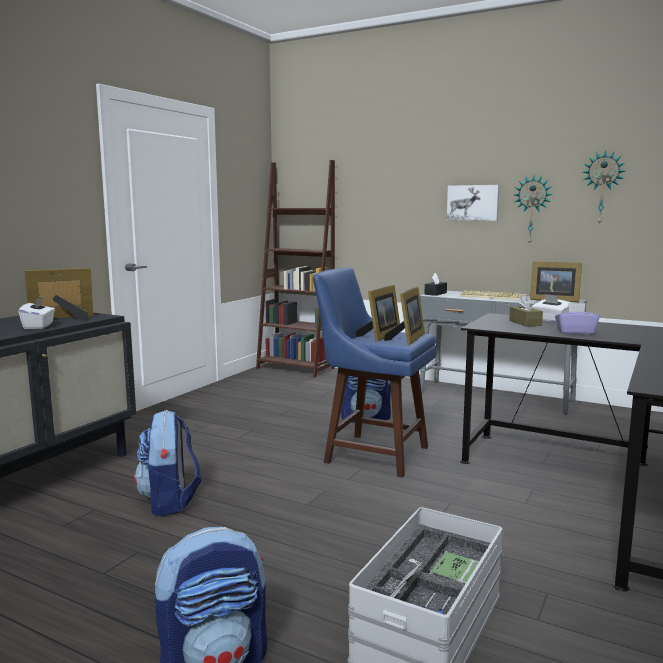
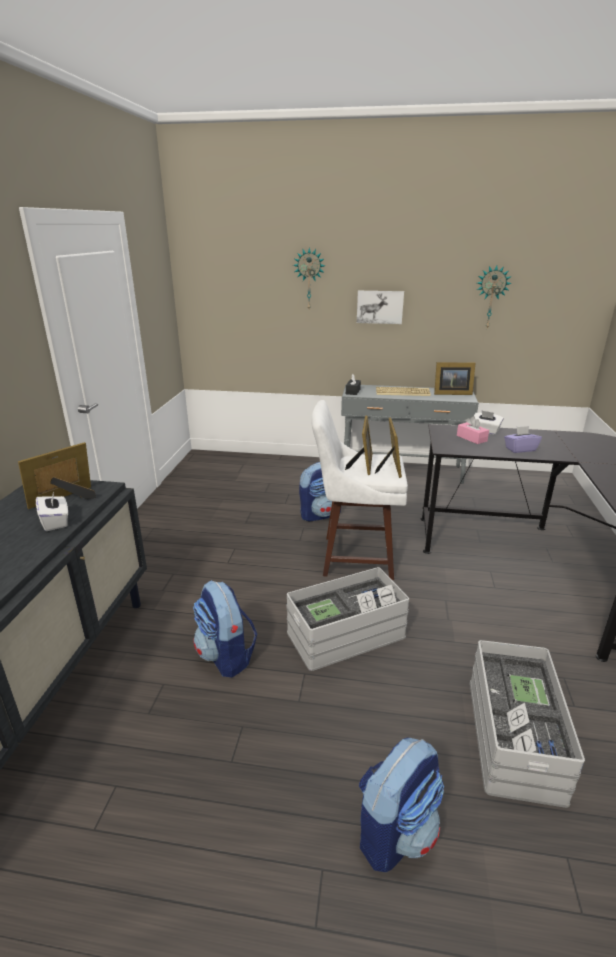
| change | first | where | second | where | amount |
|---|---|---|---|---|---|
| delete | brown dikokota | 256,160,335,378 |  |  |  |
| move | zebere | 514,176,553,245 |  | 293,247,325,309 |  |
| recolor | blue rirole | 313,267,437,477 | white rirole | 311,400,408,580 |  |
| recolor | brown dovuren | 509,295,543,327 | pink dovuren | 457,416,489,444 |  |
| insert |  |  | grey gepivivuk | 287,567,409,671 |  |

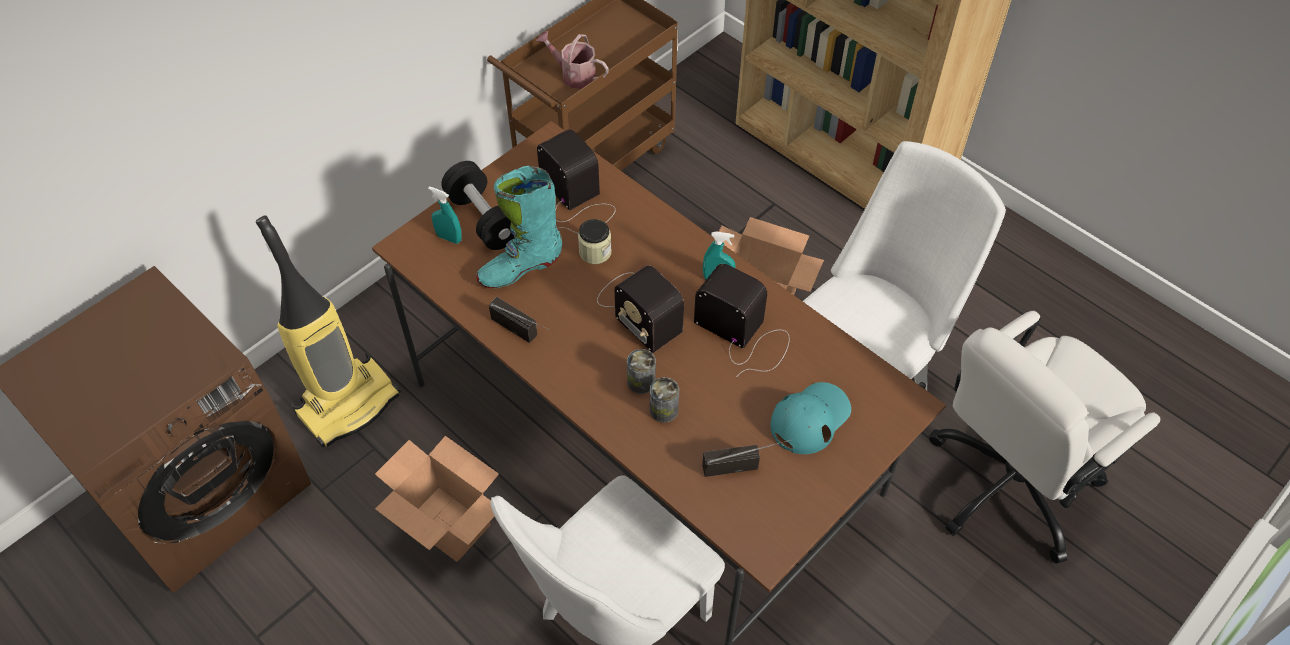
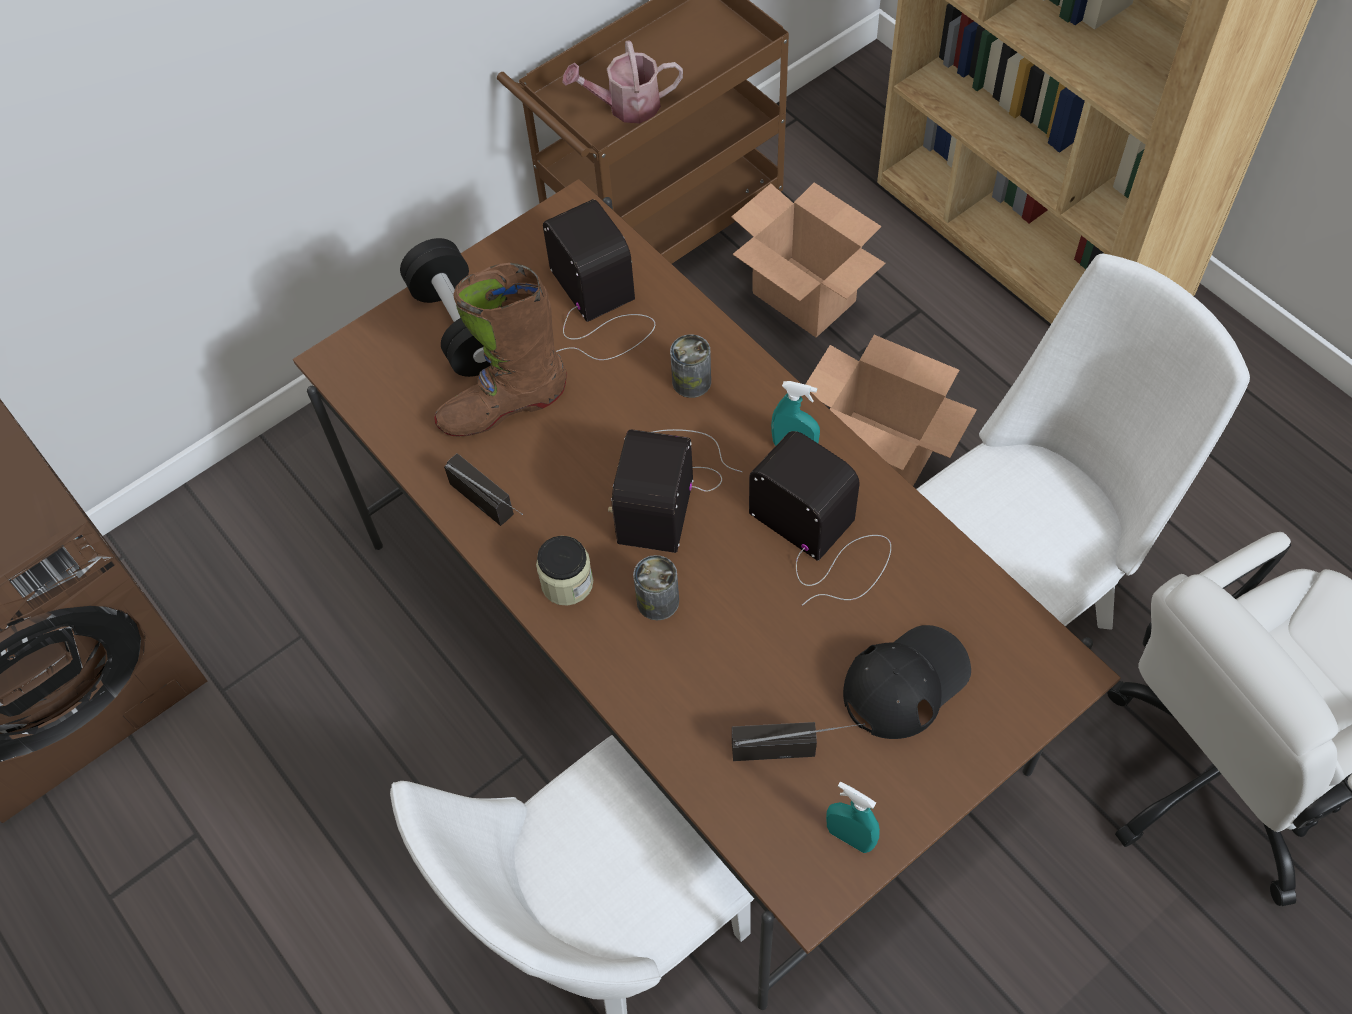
| change | first | where | second | where | amount |
|---|---|---|---|---|---|
| rotate | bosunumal | 536,31,609,89 |  | 562,40,683,123 | 45 degrees counterclockwise |
| recolor | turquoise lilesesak | 477,166,562,288 | brown lilesesak | 434,263,567,437 |  |
| move | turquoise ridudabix | 428,186,462,244 |  | 826,781,880,853 |  |
| delete | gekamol | 256,215,401,447 |  |  |  |
| move | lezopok | 578,219,612,264 |  | 536,536,593,606 |  |
| rotate | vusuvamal | 597,265,684,353 |  | 608,429,743,553 | 45 degrees clockwise |
| move | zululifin | 650,377,679,423 |  | 670,334,711,398 |  |
| recolor | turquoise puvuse | 770,382,851,454 | black puvuse | 843,625,971,739 |  |
| move | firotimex | 375,436,499,562 |  | 732,182,886,337 |  |

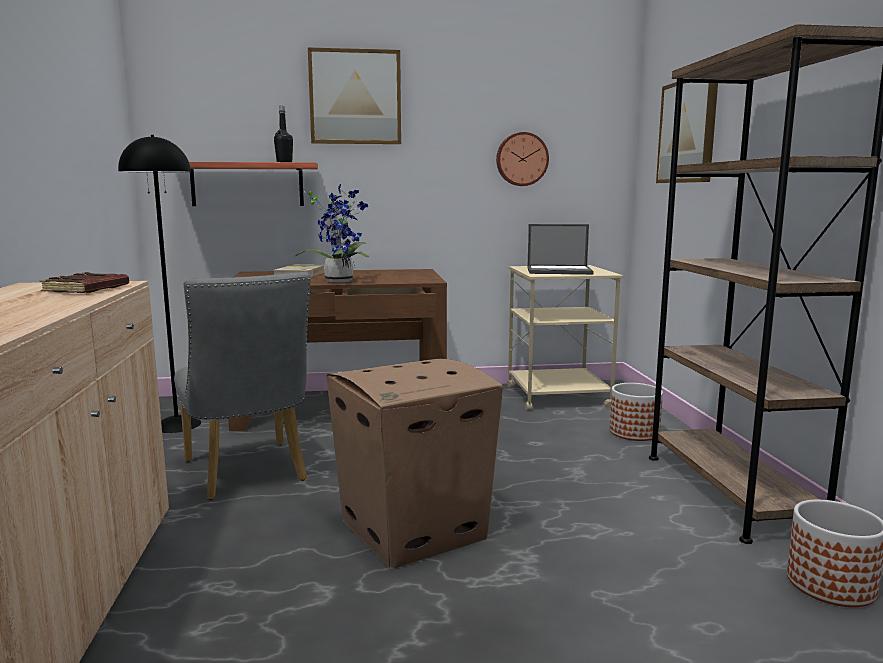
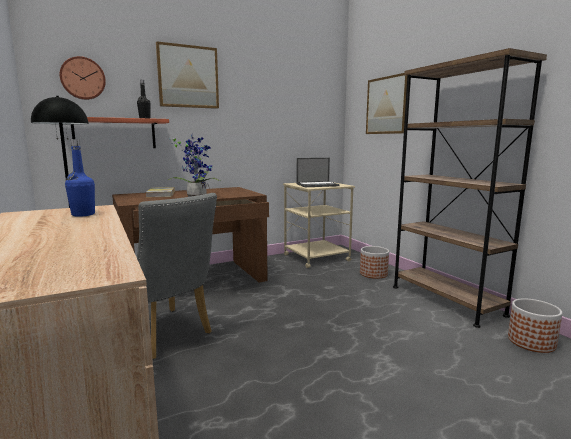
| change | first | where | second | where | amount |
|---|---|---|---|---|---|
| move | zebere | 496,132,549,186 |  | 60,56,106,100 |  |
| replace | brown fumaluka | 40,272,129,293 | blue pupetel | 65,139,95,217 |  |
| delete | firotimex | 326,359,503,569 |  |  |  |

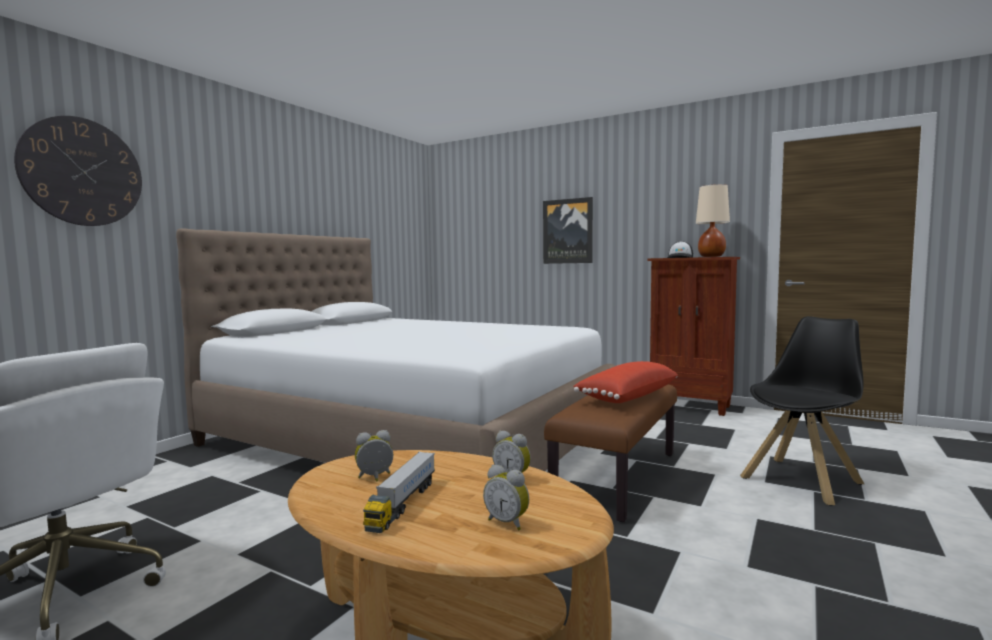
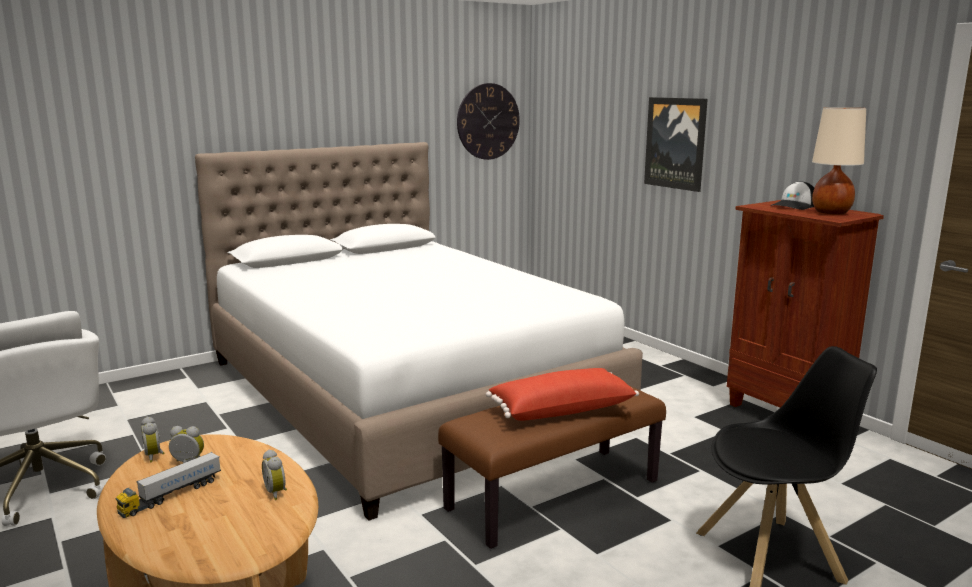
| change | first | where | second | where | amount |
|---|---|---|---|---|---|
| move | zebere | 14,116,142,226 |  | 457,83,520,160 |  |
| move | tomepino | 483,465,529,531 |  | 141,417,165,462 |  |

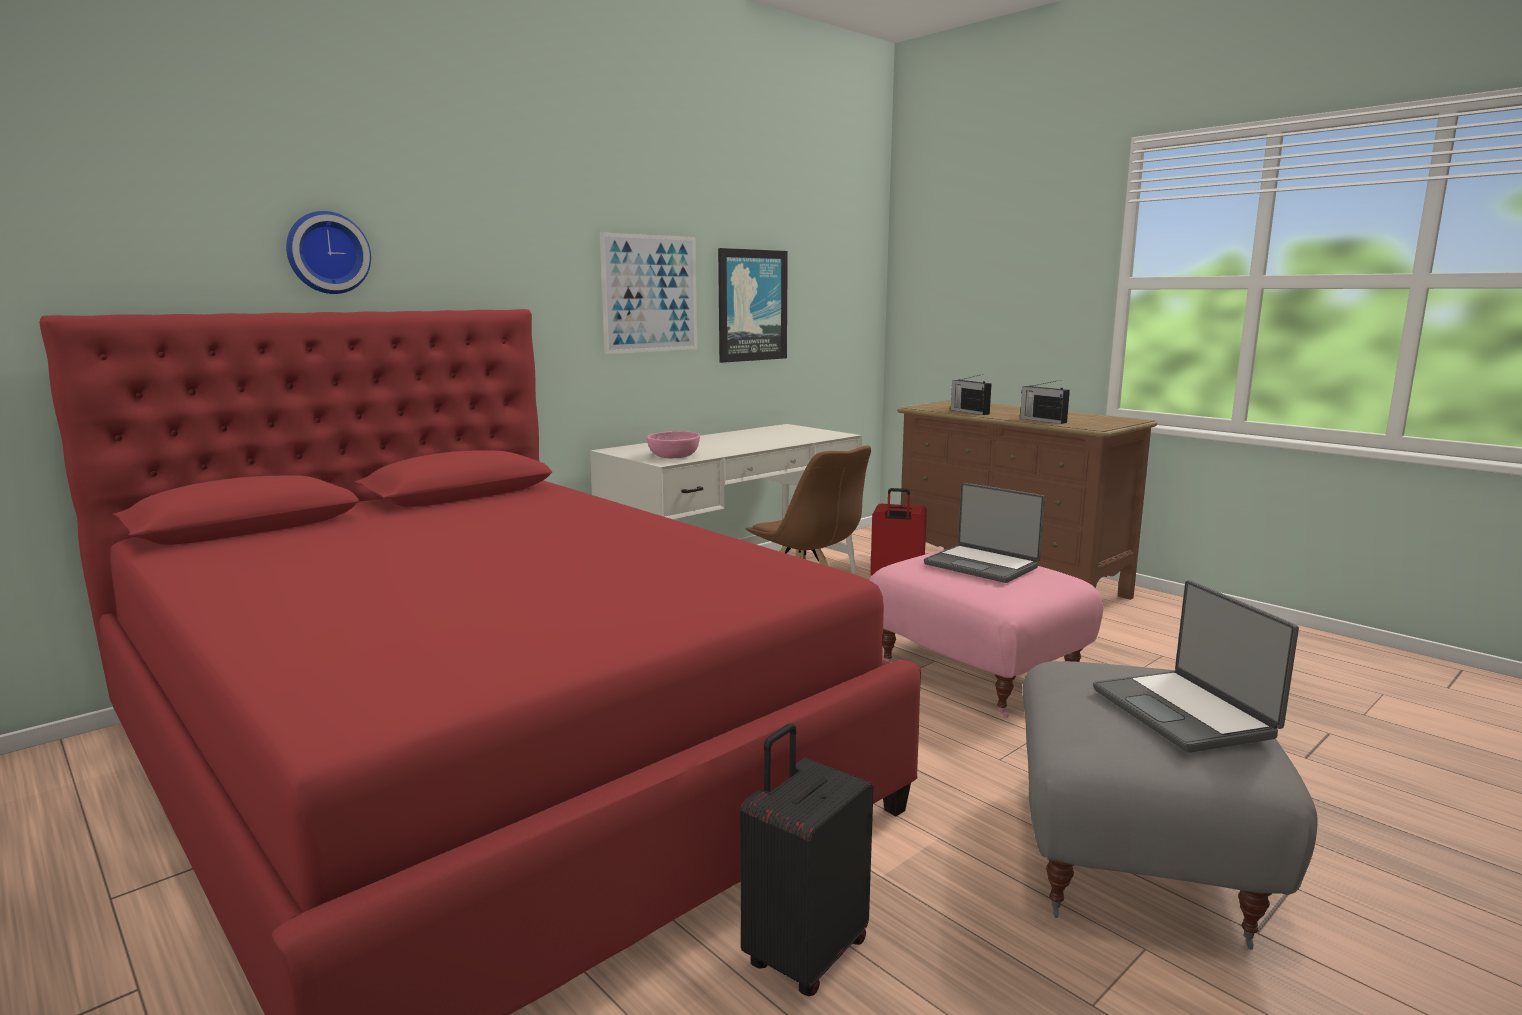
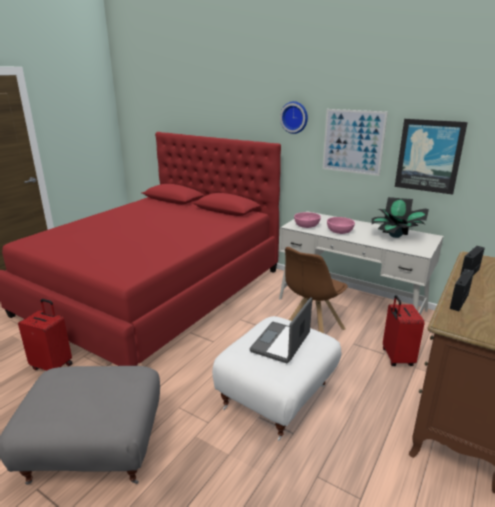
| change | first | where | second | where | amount |
|---|---|---|---|---|---|
| move | zebere | 286,211,371,294 |  | 280,101,308,134 |  |
| recolor | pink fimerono | 869,549,1103,718 | white fimerono | 212,316,341,441 |  |
| delete | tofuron | 1093,580,1299,753 |  |  |  |
| recolor | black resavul | 740,723,874,996 | red resavul | 18,299,73,371 |  |
| insert |  |  | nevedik | 372,197,429,238 |  |
| insert |  |  | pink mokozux | 327,217,355,234 |  |

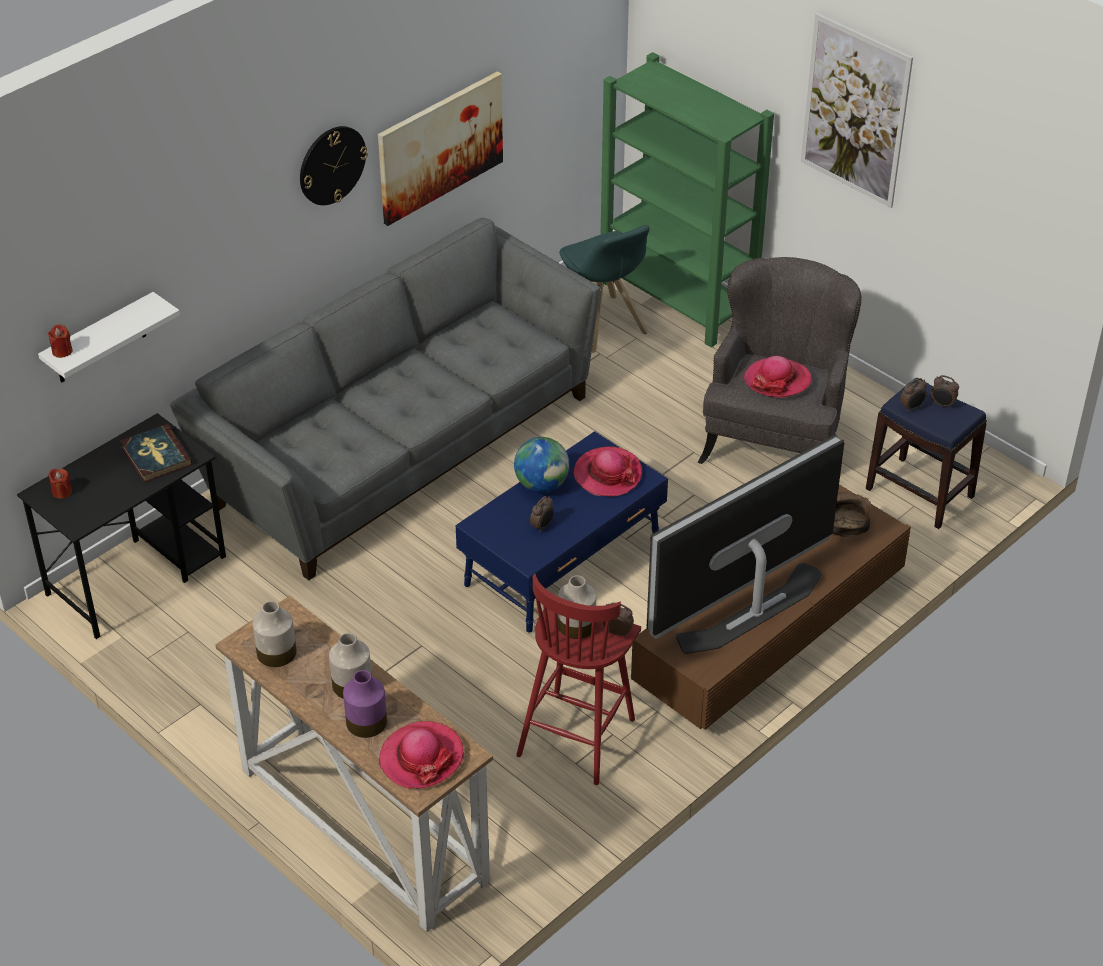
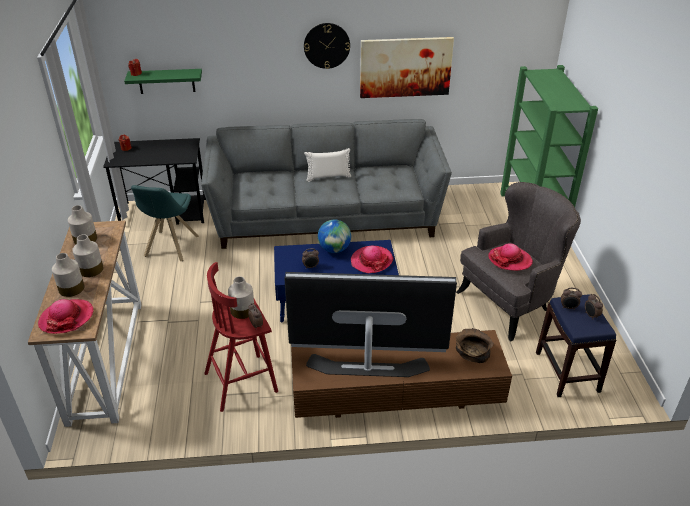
| change | first | where | second | where | amount |
|---|---|---|---|---|---|
| delete | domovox | 801,13,913,208 |  |  |  |
| move | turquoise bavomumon | 559,225,650,353 |  | 131,185,199,261 |  |
| recolor | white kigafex | 38,292,180,383 | green kigafex | 124,69,202,94 |  |
| delete | fumaluka | 120,424,192,483 |  |  |  |
| recolor | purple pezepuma | 343,670,387,738 | beige pezepuma | 52,253,85,297 |  |
| insert |  |  | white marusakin | 304,148,351,182 |  |

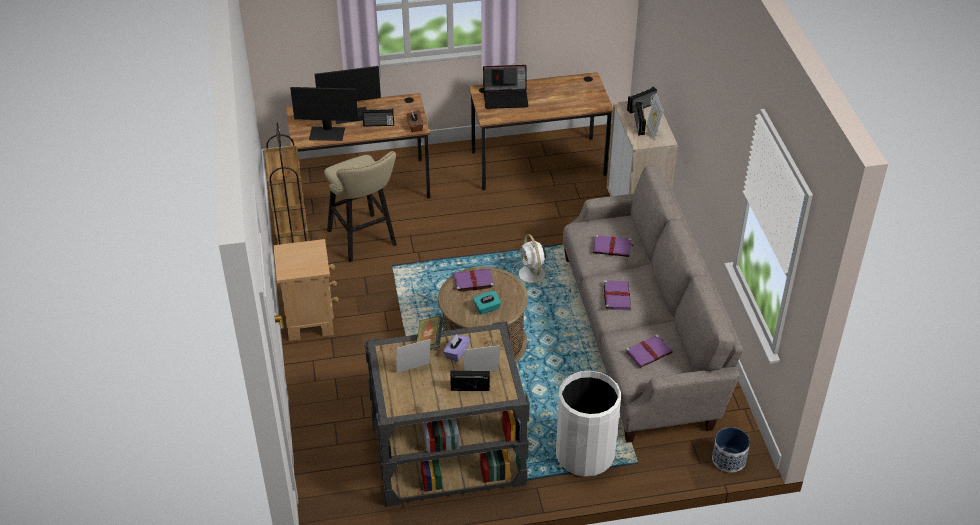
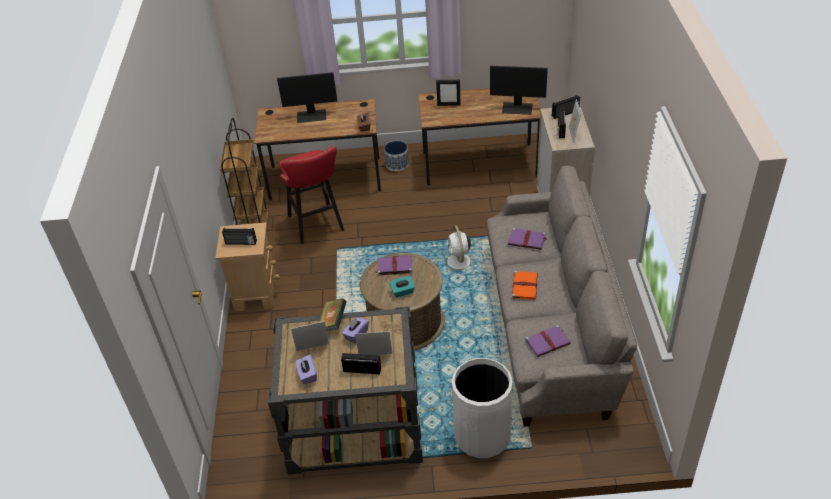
| change | first | where | second | where | amount |
|---|---|---|---|---|---|
| replace | tofuron | 483,65,528,109 | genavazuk | 436,80,461,106 |  |
| move | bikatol | 290,87,358,141 |  | 490,66,548,115 |  |
| move | vusuvamal | 362,108,394,127 |  | 222,228,257,245 |  |
| recolor | beige rirole | 324,151,397,262 | red rirole | 279,146,344,244 |  |
| recolor | purple fumaluka | 604,280,631,310 | orange fumaluka | 512,271,538,300 |  |
| move | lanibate | 712,427,750,473 |  | 384,141,409,171 |  |
| insert |  |  | purple dovuren | 296,354,317,384 |  |

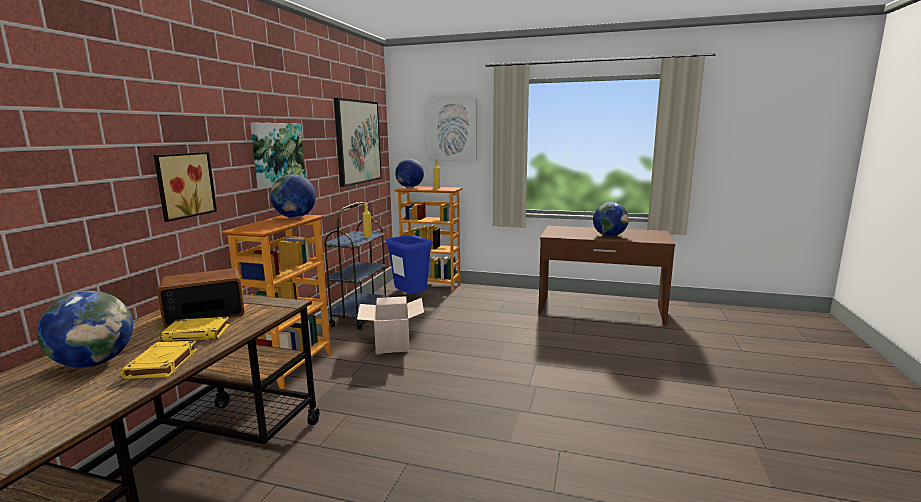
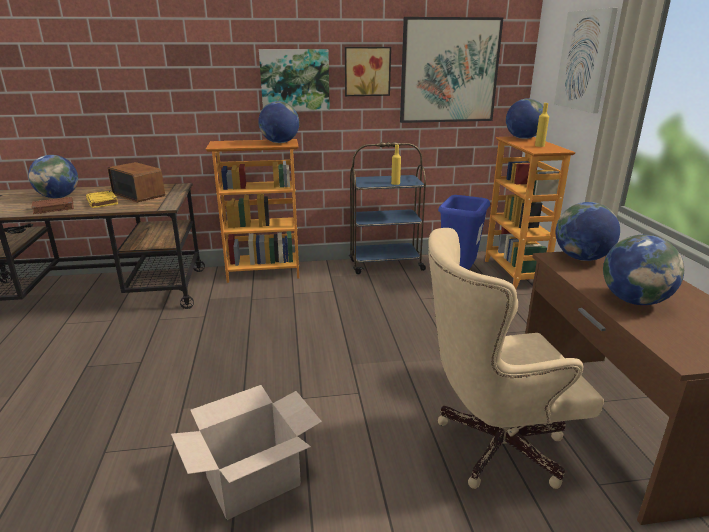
| change | first | where | second | where | amount |
|---|---|---|---|---|---|
| move | domovox | 154,152,217,222 |  | 345,47,391,96 |  |
| move | firotimex | 357,296,424,354 |  | 171,385,322,520 |  |
| recolor | yellow fumaluka | 121,341,197,379 | brown fumaluka | 31,197,74,214 |  |
| insert |  |  | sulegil | 556,202,620,261 |  |
| insert |  |  | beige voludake | 428,228,604,489 |  |

